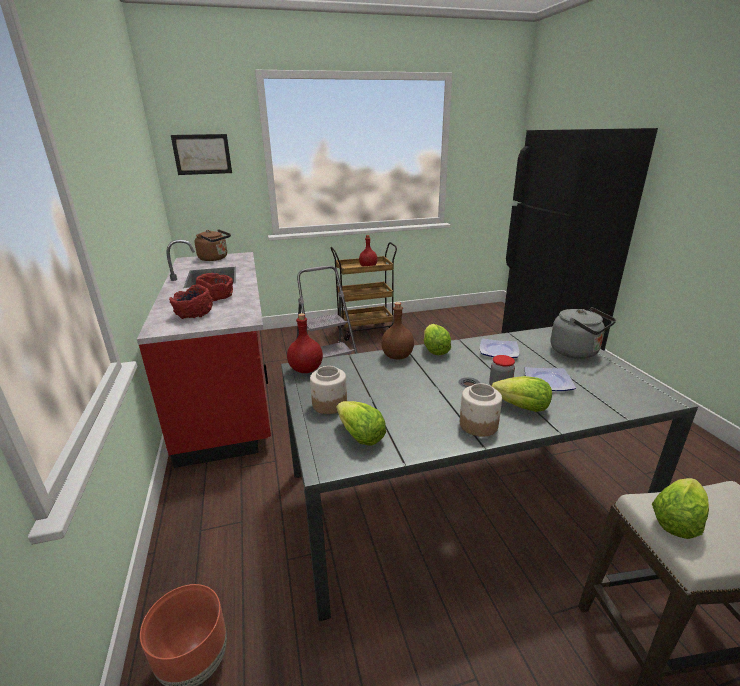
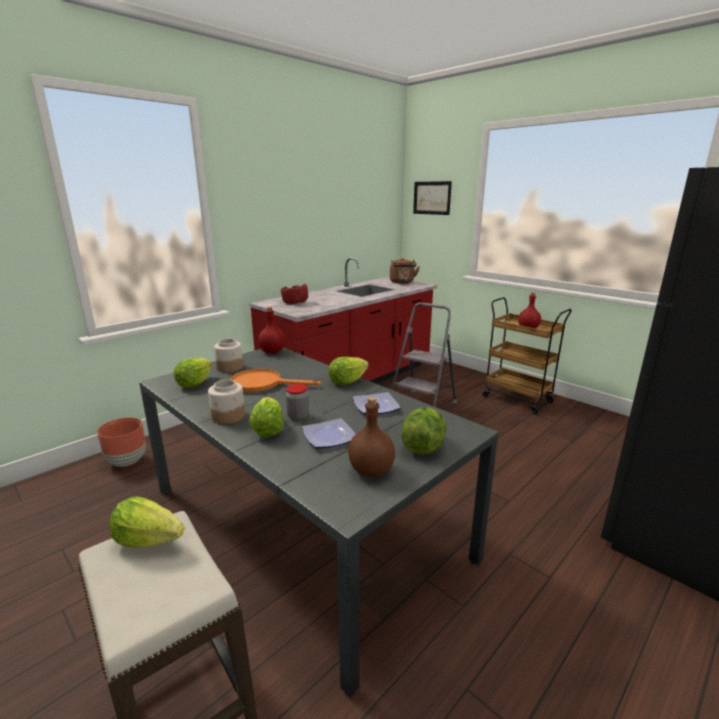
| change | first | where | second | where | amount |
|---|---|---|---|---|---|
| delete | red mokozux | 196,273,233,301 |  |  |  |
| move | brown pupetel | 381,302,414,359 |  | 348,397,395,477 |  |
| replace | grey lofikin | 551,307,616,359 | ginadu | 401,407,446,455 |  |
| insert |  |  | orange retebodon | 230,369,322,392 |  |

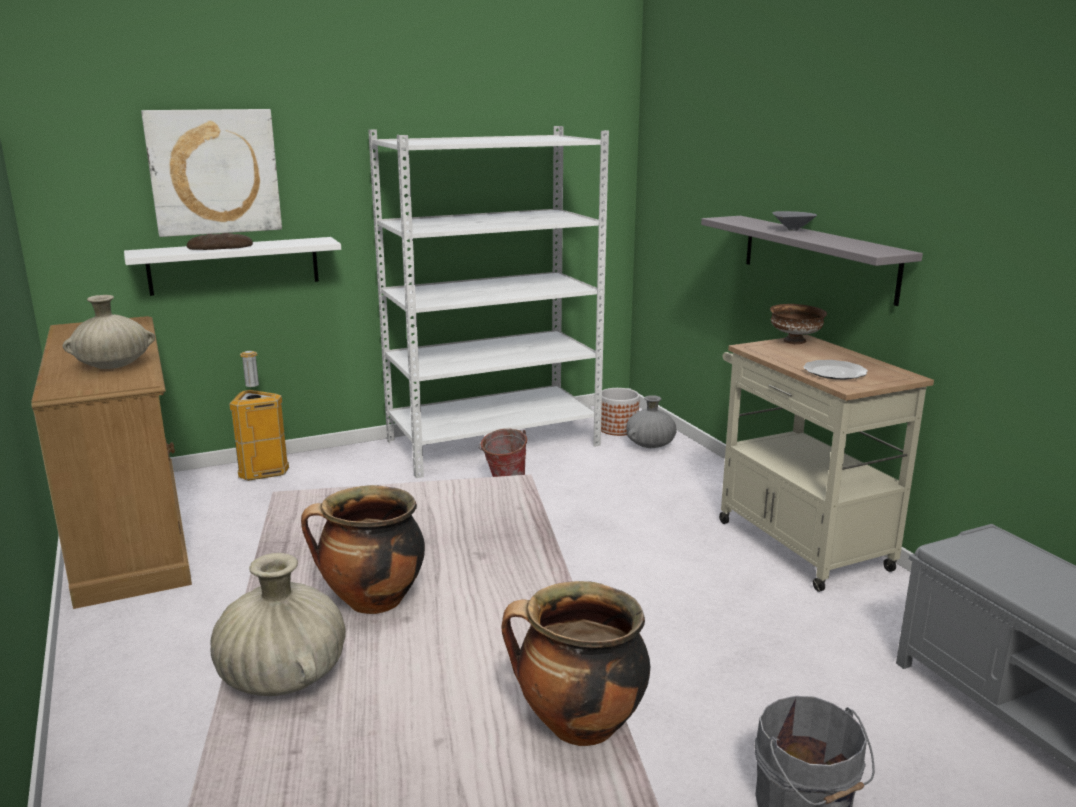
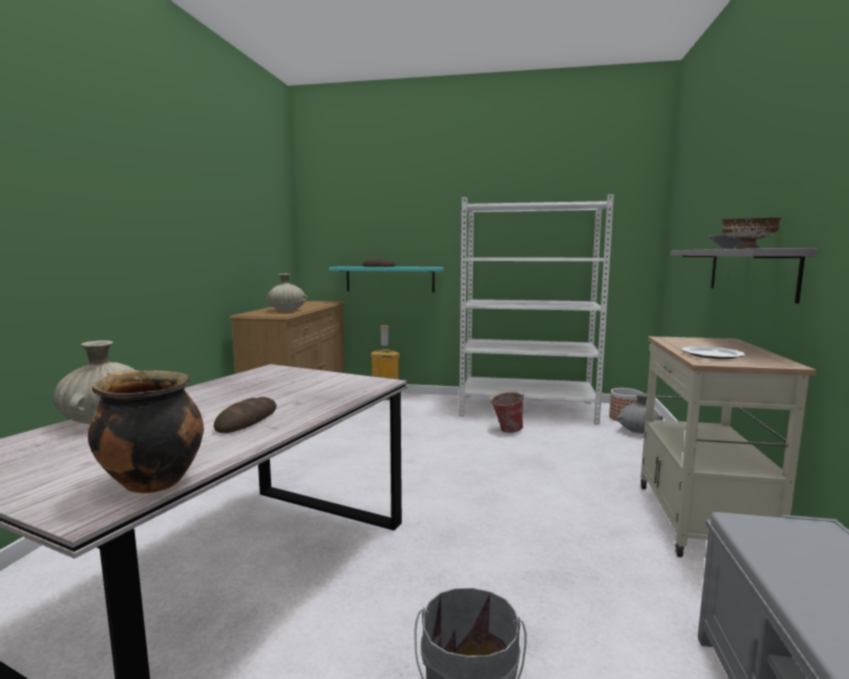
| change | first | where | second | where | amount |
|---|---|---|---|---|---|
| delete | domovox | 141,109,282,237 |  |  |  |
| recolor | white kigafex | 124,237,341,296 | turquoise kigafex | 329,266,444,293 |  |
| move | brown mokozux | 770,304,827,344 |  | 721,217,782,249 |  |
| delete | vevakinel | 301,485,425,614 |  |  |  |
| insert |  |  | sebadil | 214,397,277,433 |  |

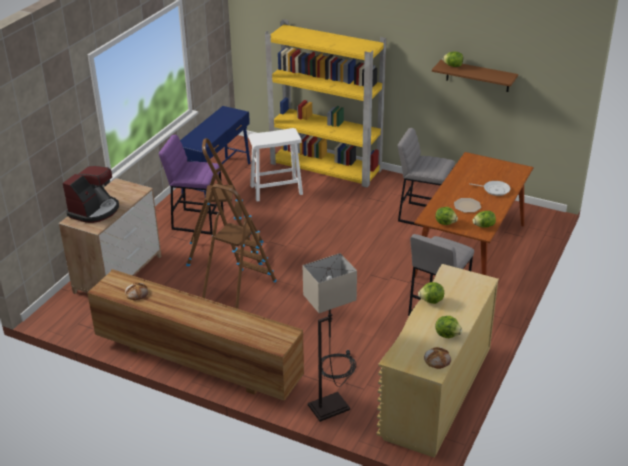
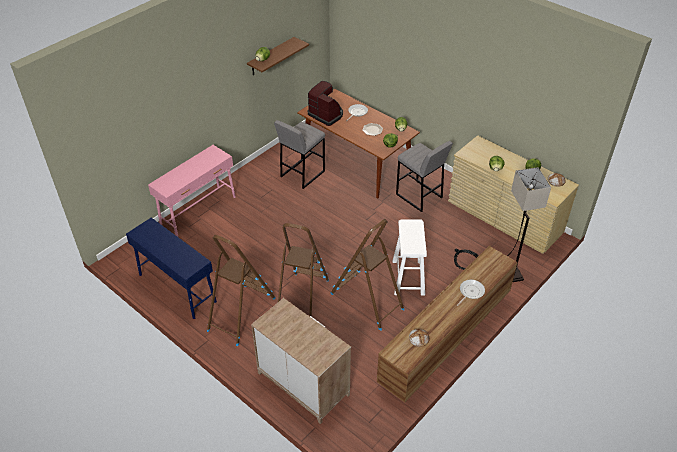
| change | first | where | second | where | amount |
|---|---|---|---|---|---|
| replace | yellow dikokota | 265,19,386,188 | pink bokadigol | 148,145,236,237 |  |
| move | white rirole | 248,128,303,202 |  | 392,219,427,296 |  |
| replace | purple rirole | 159,135,224,235 | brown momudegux | 207,235,276,346 |  |
| move | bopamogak | 63,166,119,223 |  | 308,81,343,126 |  |
| insert |  |  | retebodon | 457,280,485,306 |  |

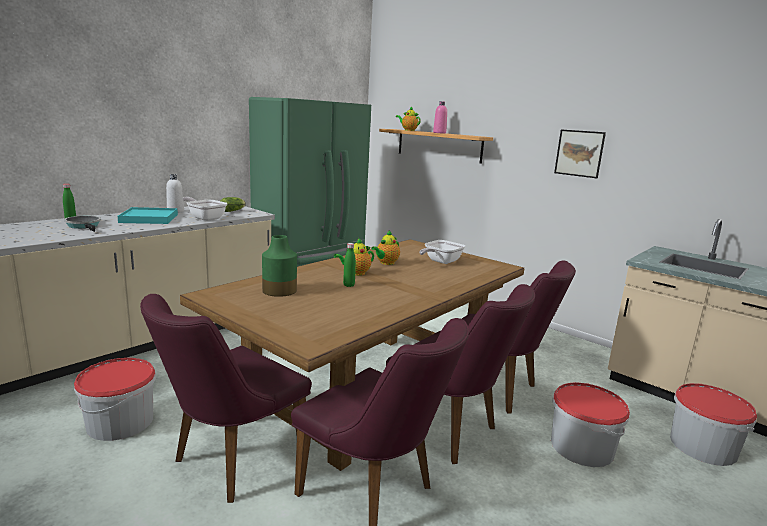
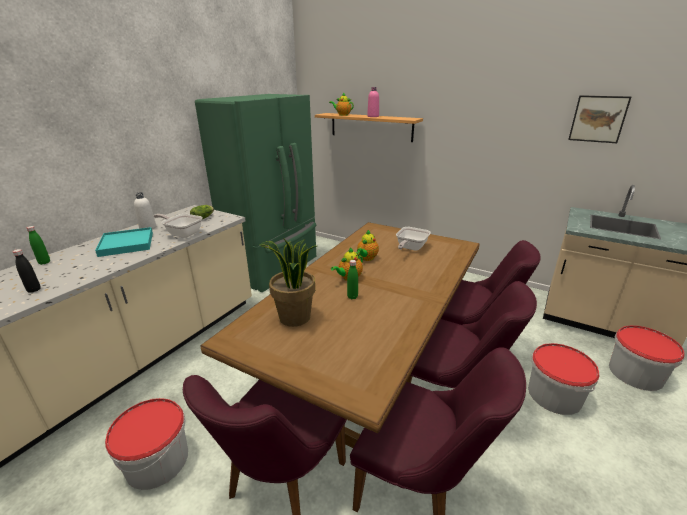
| change | first | where | second | where | amount |
|---|---|---|---|---|---|
| move | domovox | 554,129,606,178 |  | 568,95,631,143 |  |
| delete | retebodon | 64,216,101,232 |  |  |  |
| replace | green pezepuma | 262,235,297,297 | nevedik | 259,238,317,327 |  |
| insert |  |  | black pupetel | 13,249,40,293 |  |

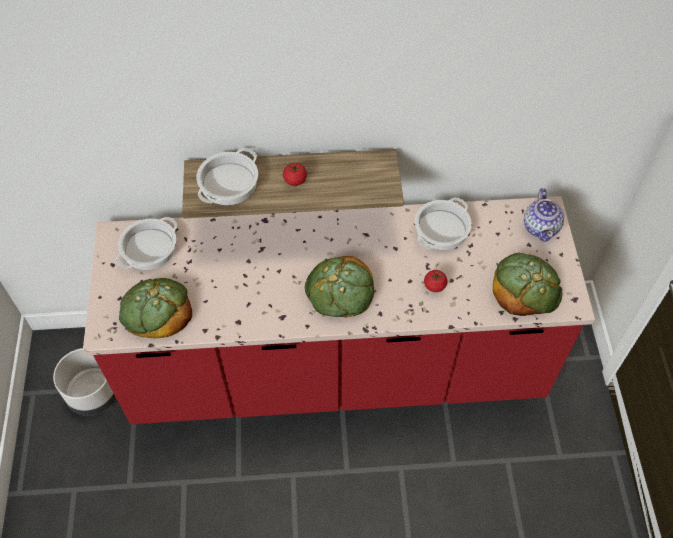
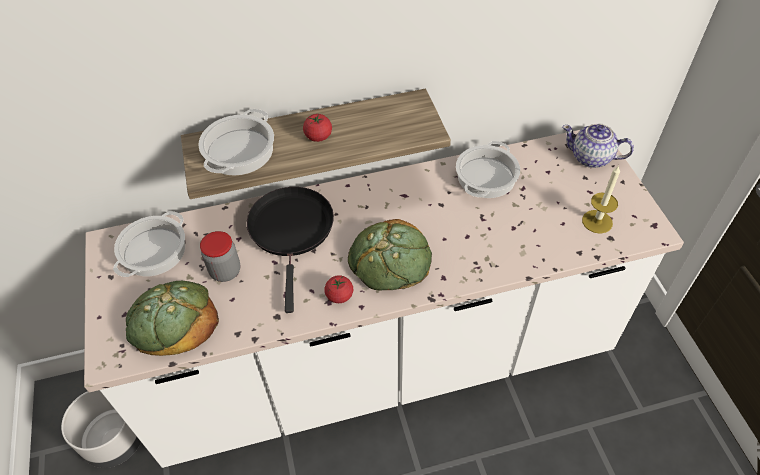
| change | first | where | second | where | amount |
|---|---|---|---|---|---|
| rotate | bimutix | 524,188,564,242 |  | 562,123,634,168 | 120 degrees clockwise |
| recolor | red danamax | 83,196,595,424 | white danamax | 84,130,684,468 |  |
| replace | sebadil | 493,253,562,316 | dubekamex | 582,165,620,234 |  |
| move | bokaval | 424,270,447,292 |  | 324,275,353,303 |  |
| insert |  |  | black retebodon | 247,187,334,313 |  |
| insert |  |  | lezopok | 200,231,241,282 |  |

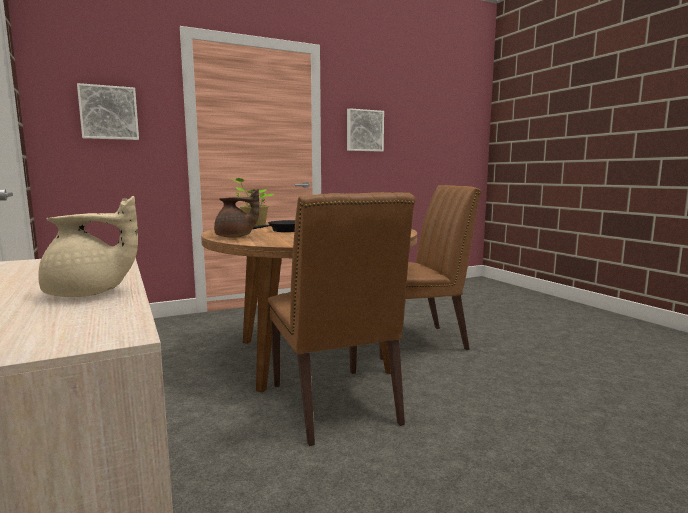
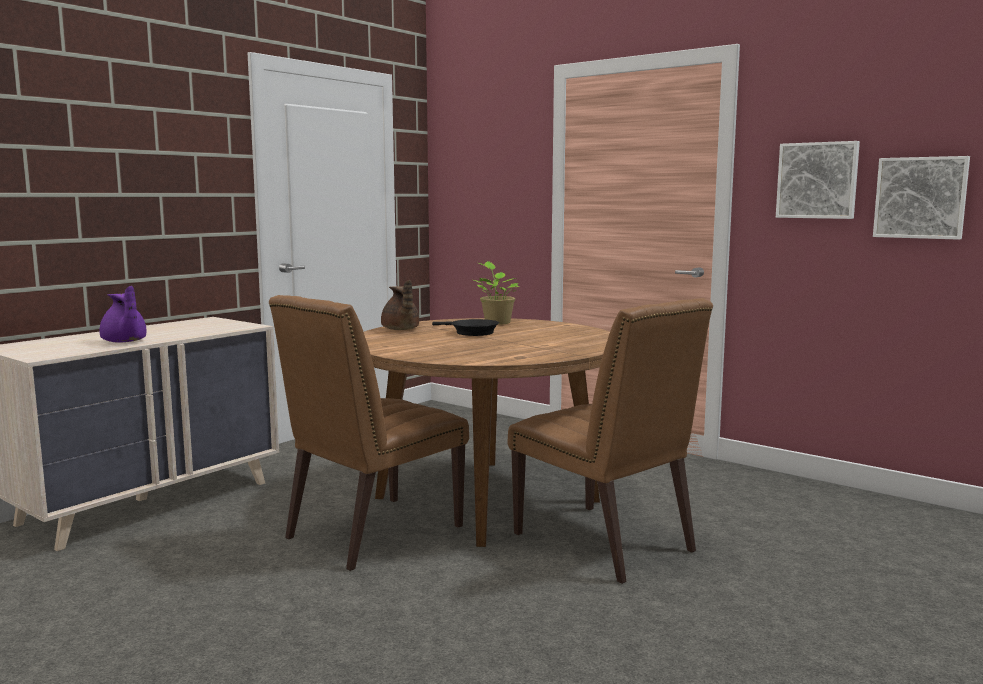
| change | first | where | second | where | amount |
|---|---|---|---|---|---|
| move | domovox | 77,83,139,140 |  | 873,156,970,240 |  |
| recolor | beige bimutix | 38,196,138,297 | purple bimutix | 99,286,147,343 |  |

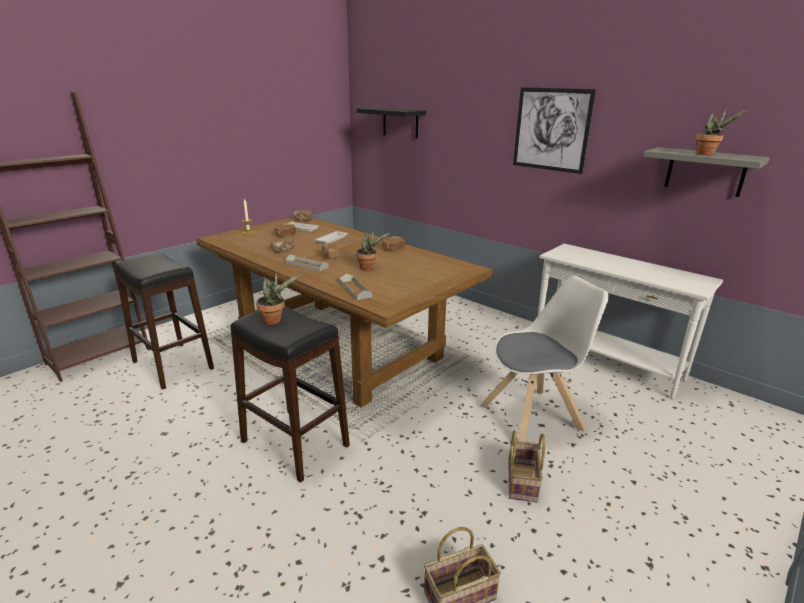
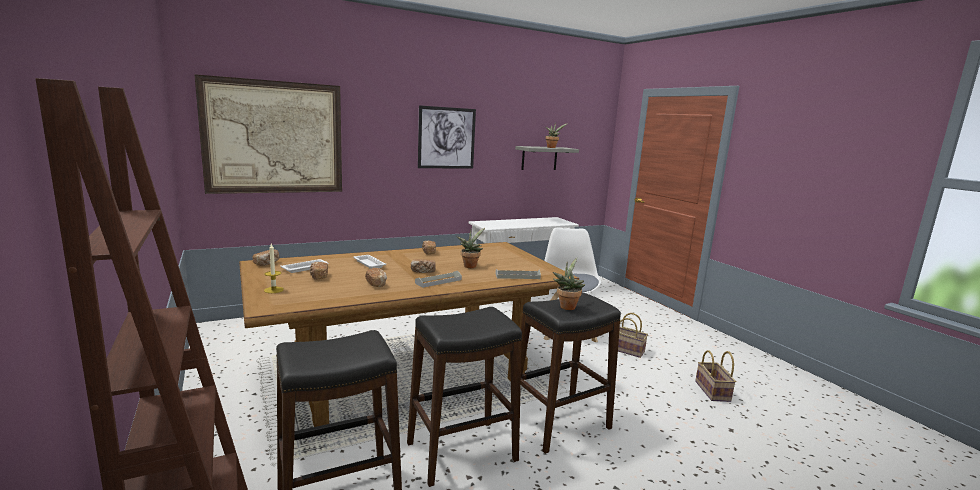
| change | first | where | second | where | amount |
|---|---|---|---|---|---|
| replace | black kigafex | 357,108,426,139 | domovox | 194,74,342,194 |  |
| insert |  |  | black rirole | 407,307,522,487 |  |

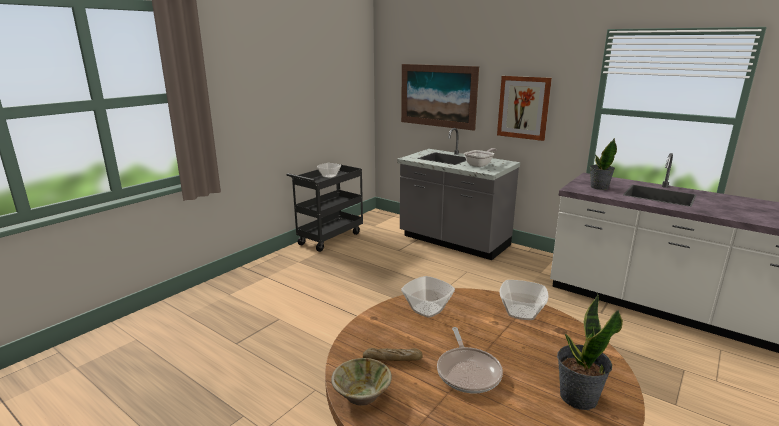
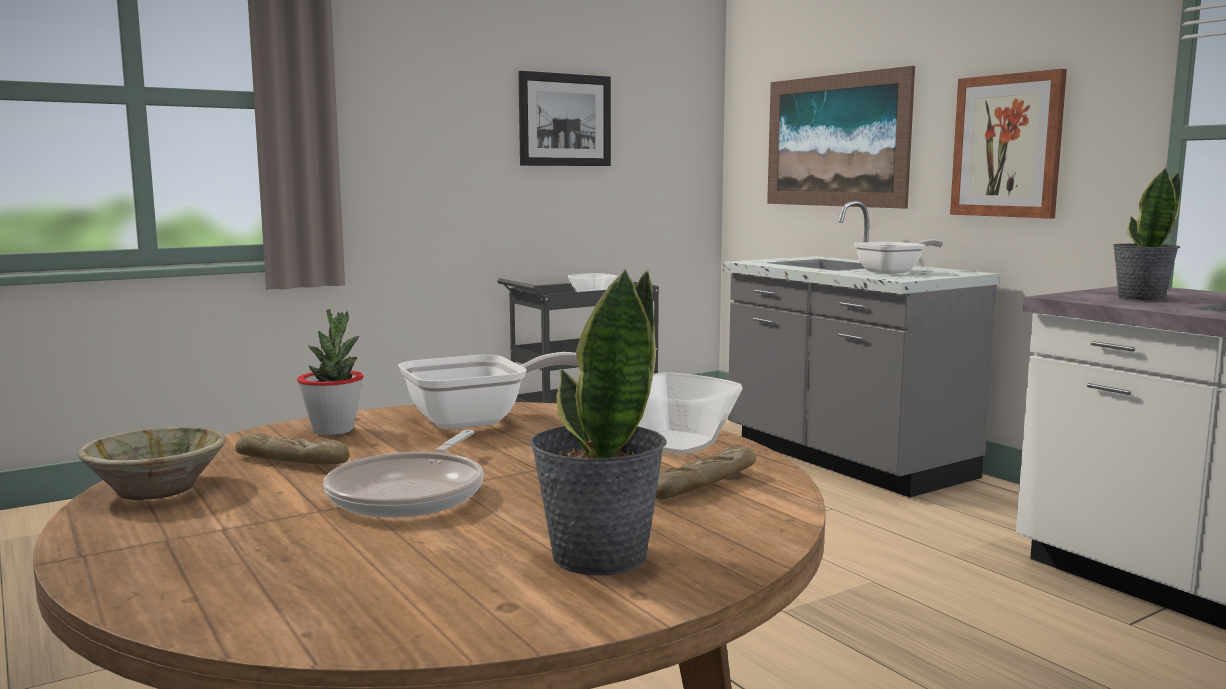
| change | first | where | second | where | amount |
|---|---|---|---|---|---|
| replace | mokozux | 401,276,455,317 | retebodon | 398,352,579,430 |  |
| insert |  |  | domovox | 518,71,611,166 |  |
| insert |  |  | nevedik | 297,309,364,435 |  |
| insert |  |  | sebadil | 656,444,756,500 |  |

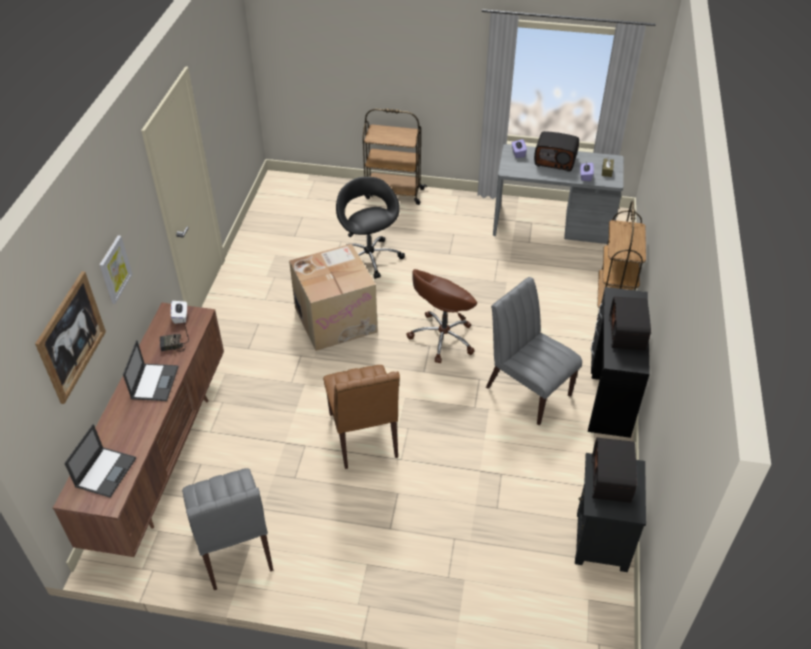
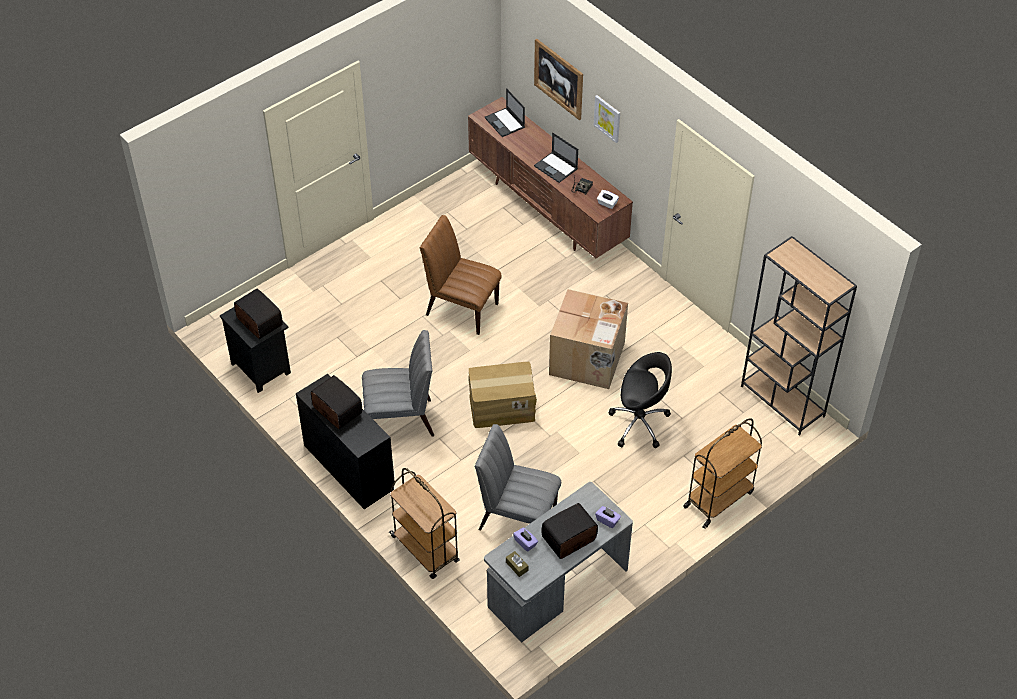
| change | first | where | second | where | amount |
|---|---|---|---|---|---|
| replace | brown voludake | 406,269,477,363 | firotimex | 468,362,537,428 |  |
| move | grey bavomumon | 182,468,273,590 |  | 475,424,561,531 |  |
| insert |  |  | dikokota | 741,236,857,436 |  |

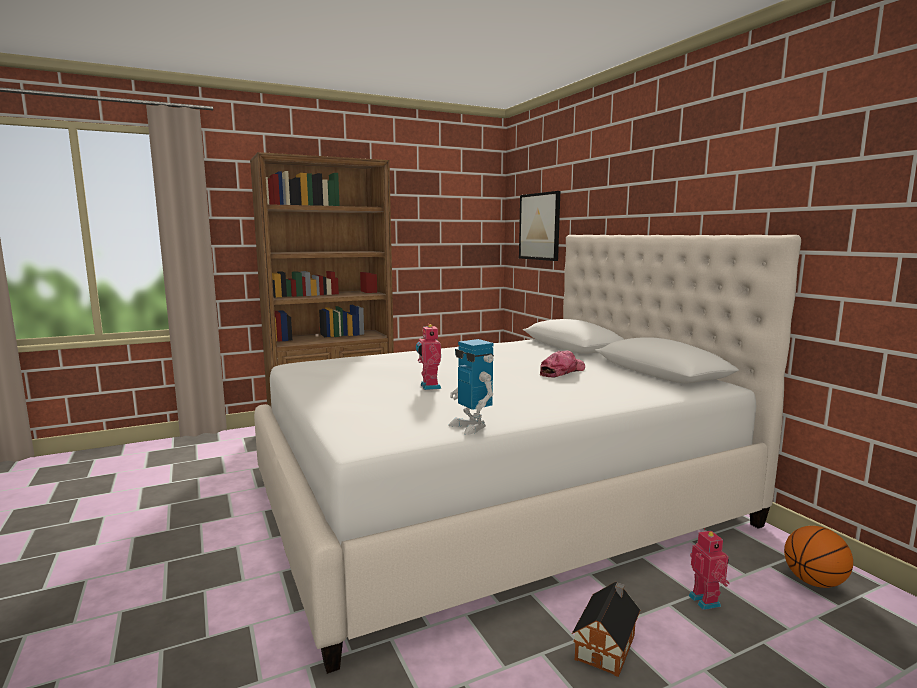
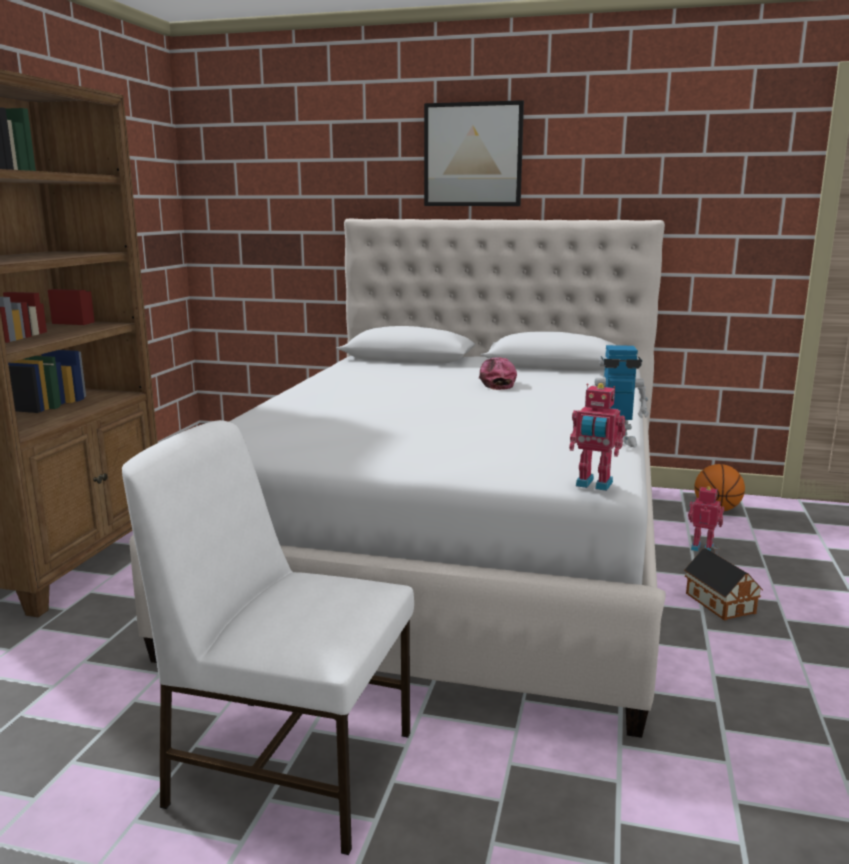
| change | first | where | second | where | amount |
|---|---|---|---|---|---|
| move | domovox | 519,191,560,261 |  | 424,100,524,206 |  |
| move | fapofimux | 416,324,441,390 |  | 569,383,626,491 |  |
| insert |  |  | white bavomumon | 122,420,414,855 |  |

